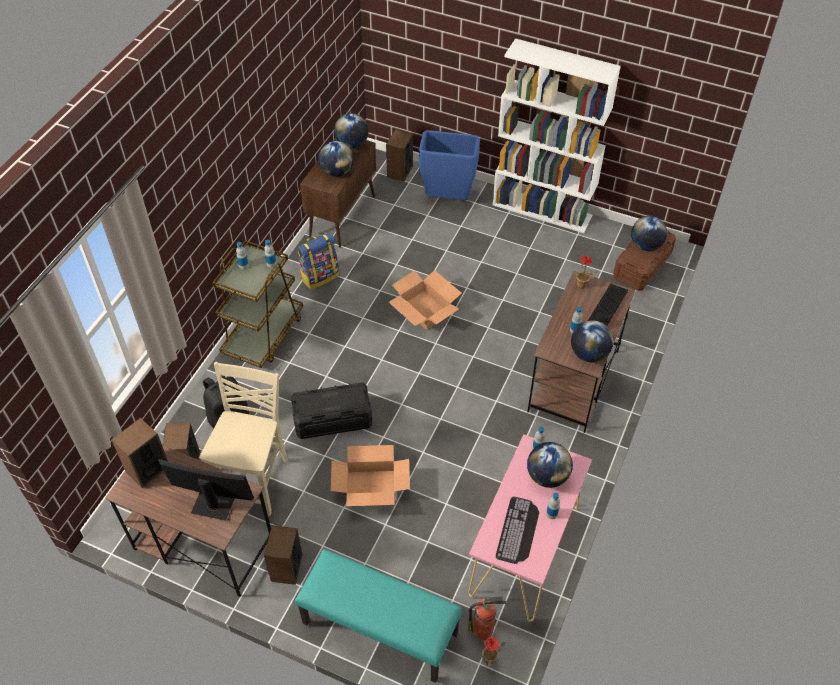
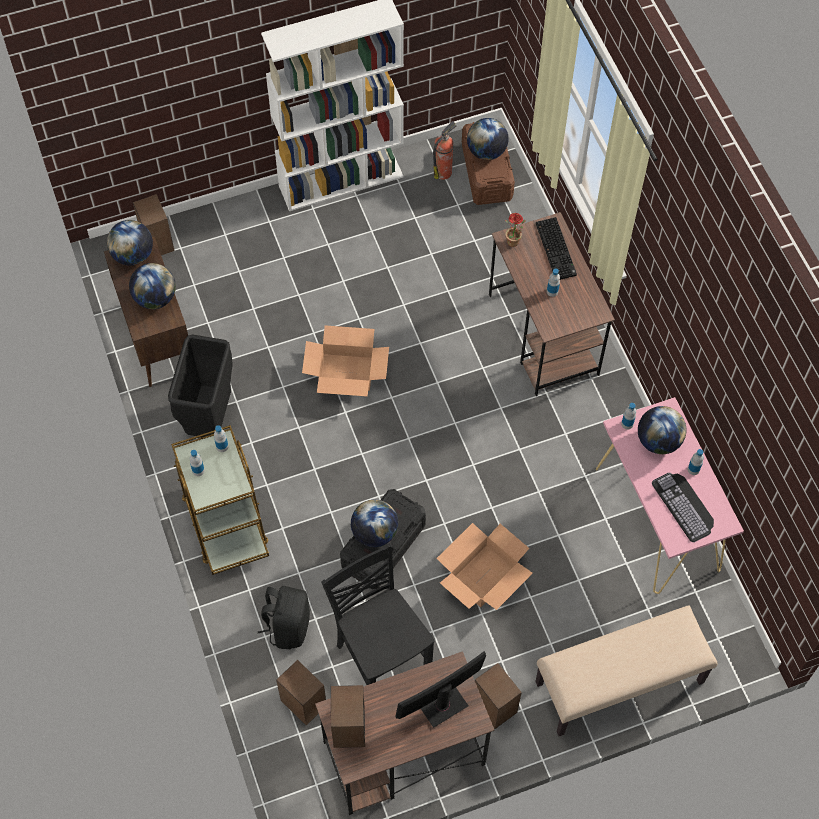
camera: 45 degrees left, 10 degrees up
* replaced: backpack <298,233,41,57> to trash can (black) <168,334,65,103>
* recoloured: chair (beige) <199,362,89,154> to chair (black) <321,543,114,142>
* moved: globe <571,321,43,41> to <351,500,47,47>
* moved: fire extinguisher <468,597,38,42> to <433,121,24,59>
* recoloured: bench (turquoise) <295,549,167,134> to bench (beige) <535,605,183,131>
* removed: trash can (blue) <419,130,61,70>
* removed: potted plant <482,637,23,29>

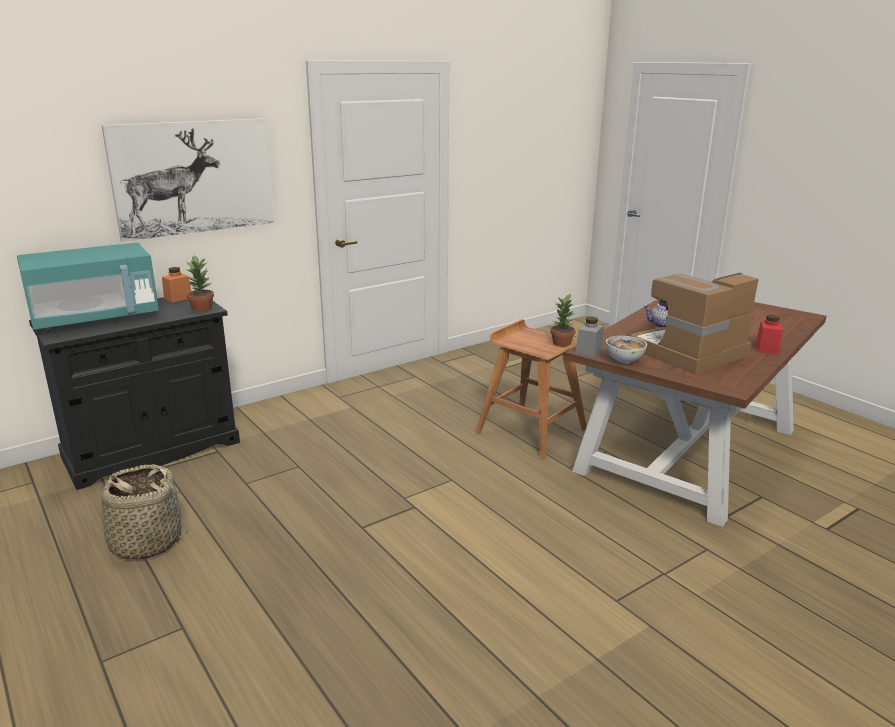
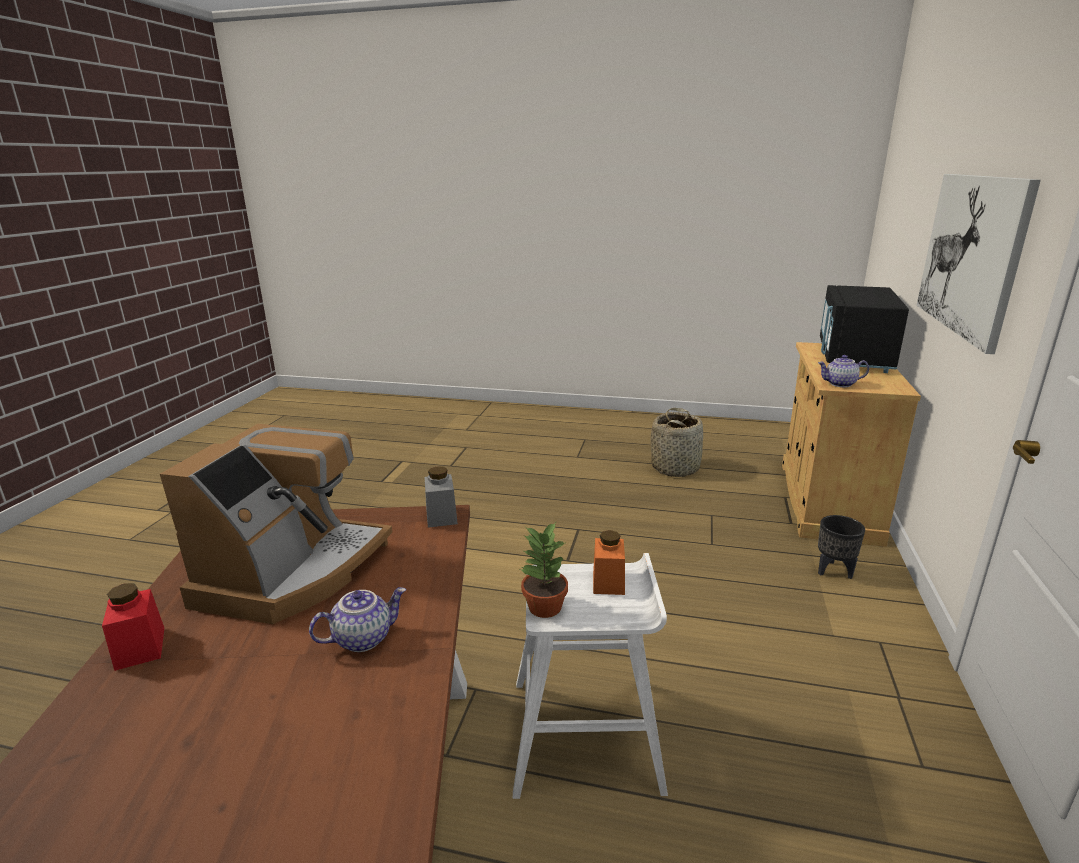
camera: 140 degrees right, 0 degrees up
* recoloured: stool (brown) <475,319,112,141> to stool (white) <513,553,155,246>
* moved: jar (orange) <162,267,29,36> to <593,530,32,65>
* recoloured: cabinet (black) <29,297,211,193> to cabinet (beige) <782,342,139,205>
* replaced: potted plant <185,255,29,56> to teapot <818,355,51,32>
* added: planter (black) <818,515,47,64>
* recoloured: microwave (turquoise) <17,243,142,87> to microwave (black) <820,285,89,88>
* removed: bowl <606,336,41,28>

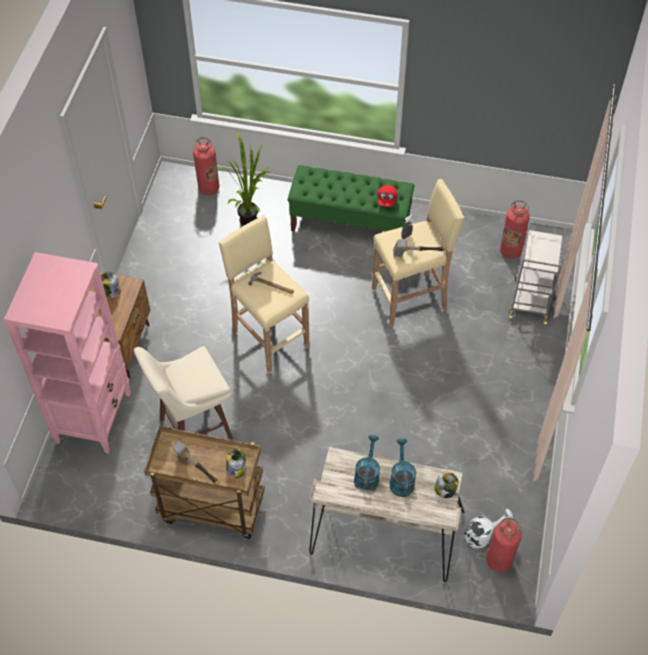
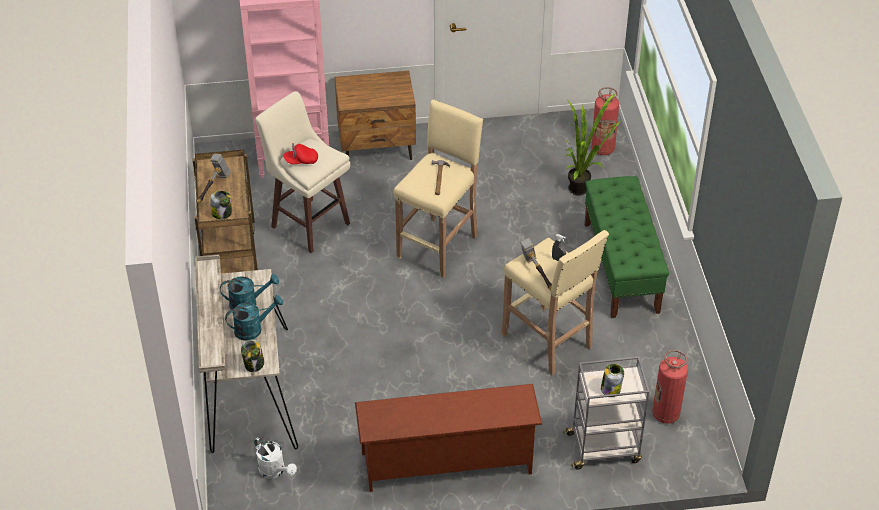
camera: 70 degrees right, 10 degrees down
* moved: cap (red) <377,185,21,22> to <283,143,35,21>
* added: shoe rack (brown) <355,384,187,108>
* moved: jar <101,272,20,26> to <601,364,23,33>
* removed: fire extinguisher <486,518,36,54>

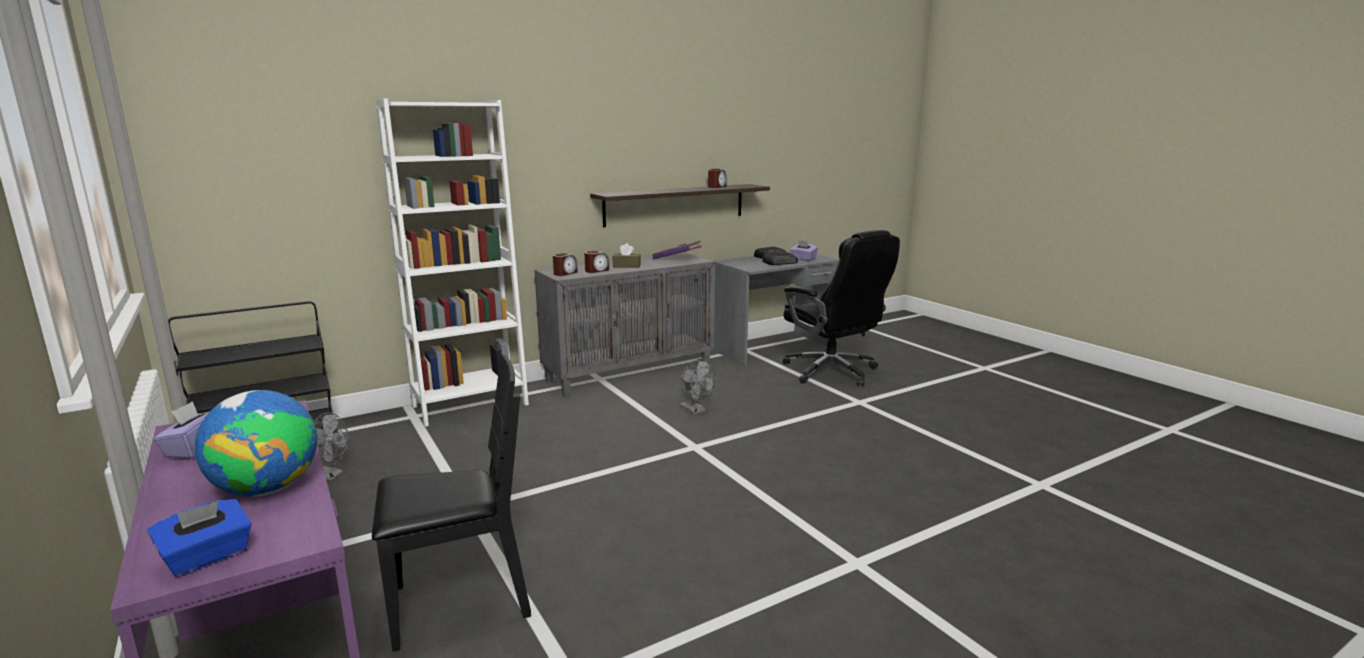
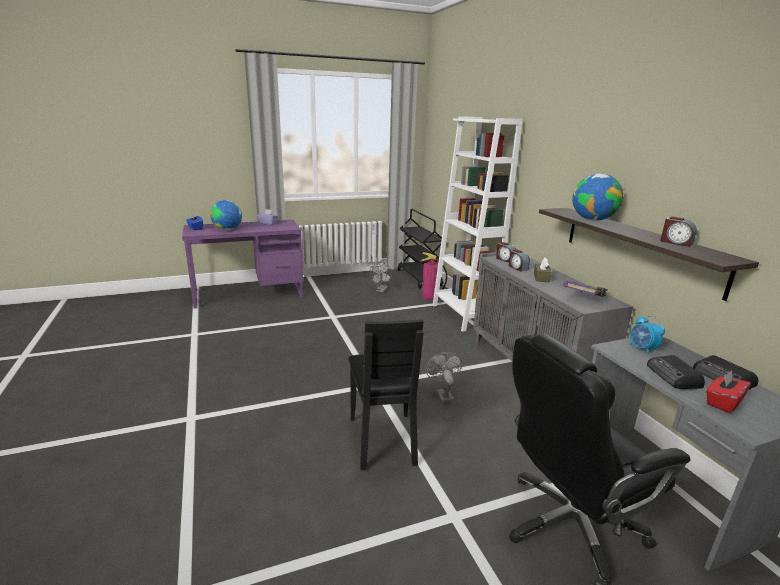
camera: 100 degrees right, 5 degrees up
* moved: chair (black) <372,355,159,297> to <348,319,76,151>
* added: fire extinguisher <421,252,26,48>
* turned: fan (grey) <680,359,36,56> = <426,352,36,51> 105 degrees clockwise
* added: globe <572,173,51,48>
* added: alarm clock <629,316,36,39>
* recoloured: tissue box (purple) <790,240,28,21> to tissue box (red) <706,370,45,43>

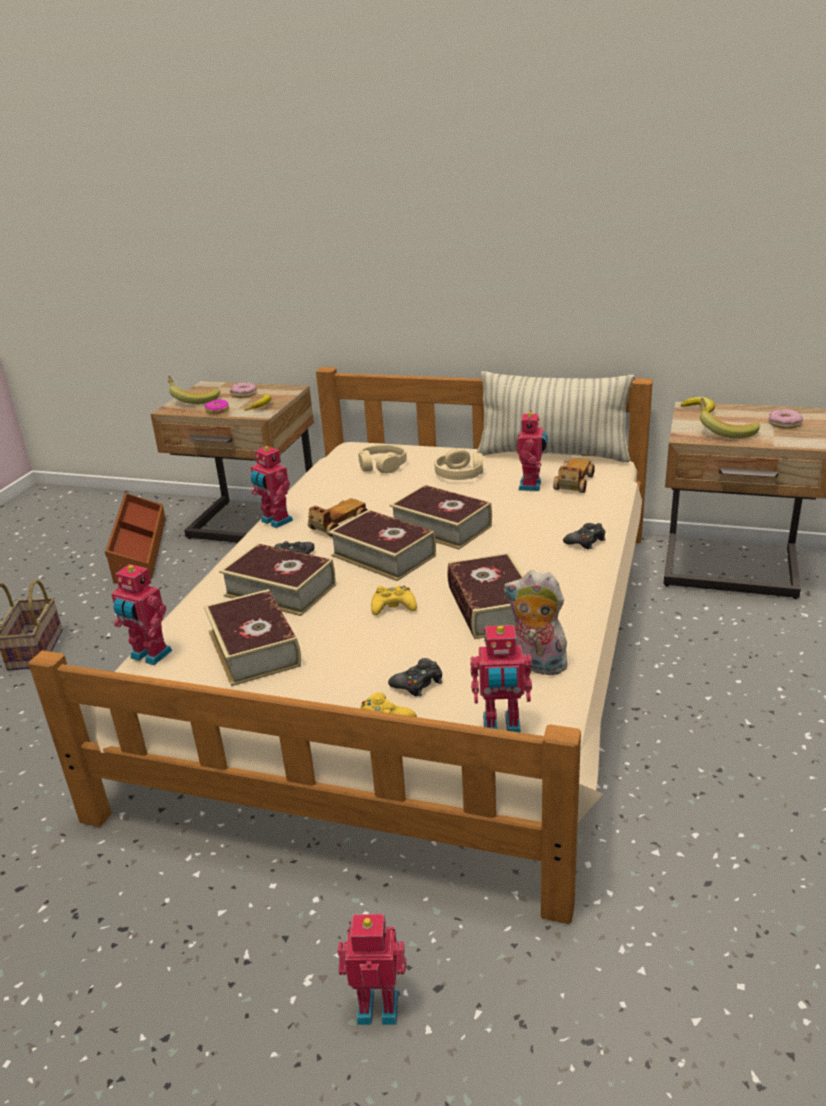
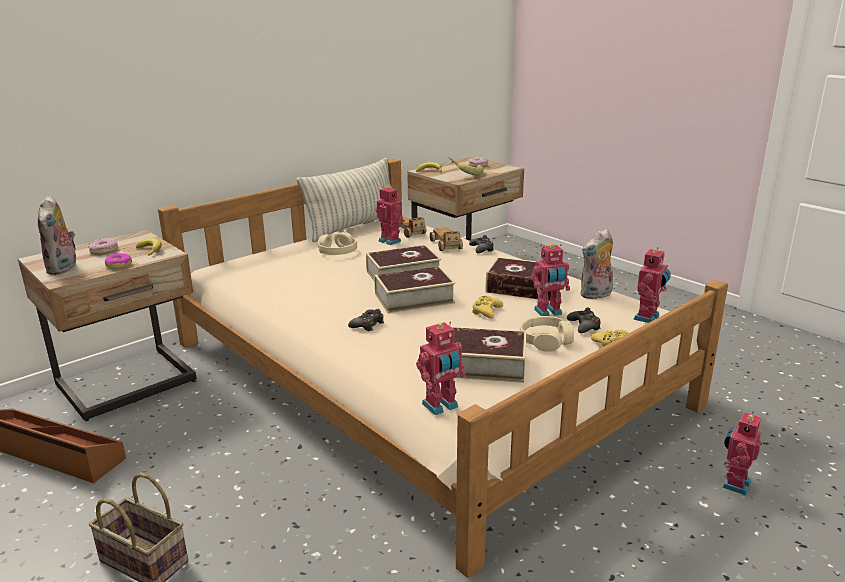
camera: 60 degrees left, 5 degrees down
* replaced: banana <168,376,52,28> to plush toy <38,195,38,80>
* moved: toy car <308,498,60,39> to <430,228,33,23>
* moved: headphones (beige) <359,444,48,29> to <520,316,54,36>
* moved: toy robot <251,445,42,83> to <531,244,39,72>
* removed: book <219,543,117,73>

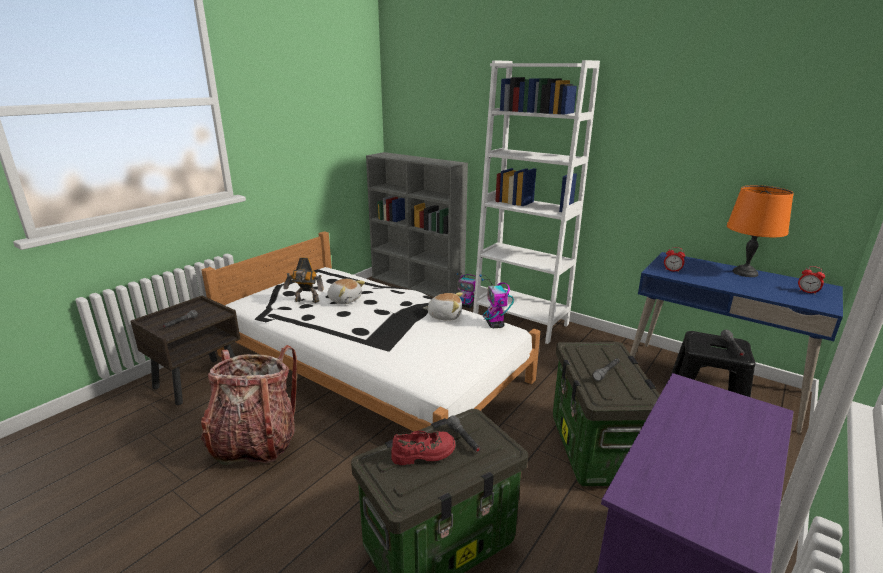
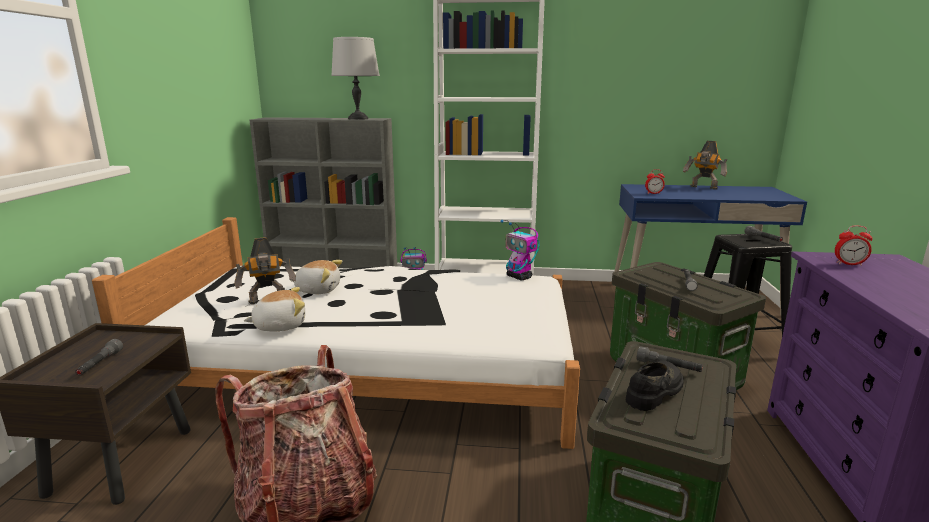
camera: 30 degrees left, 5 degrees down
* moved: plush toy <423,292,40,29> to <244,287,61,44>
* added: table lamp (grey) <331,37,49,83>
* recoloured: shoe (red) <391,431,64,34> to shoe (black) <625,360,59,51>
* replaced: table lamp (orange) <727,185,67,92> to toy robot <683,141,44,49>
* moved: alarm clock <798,266,27,29> to <835,226,38,40>

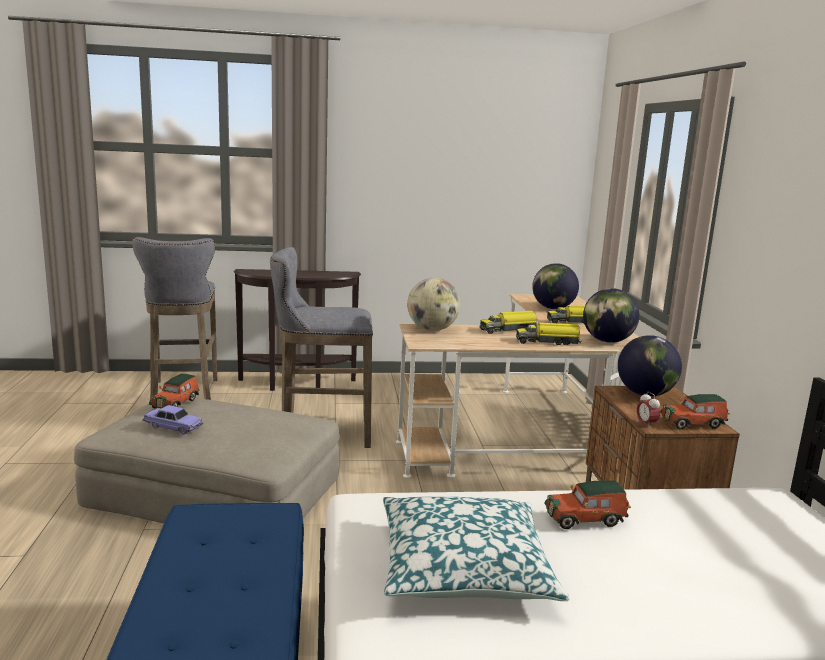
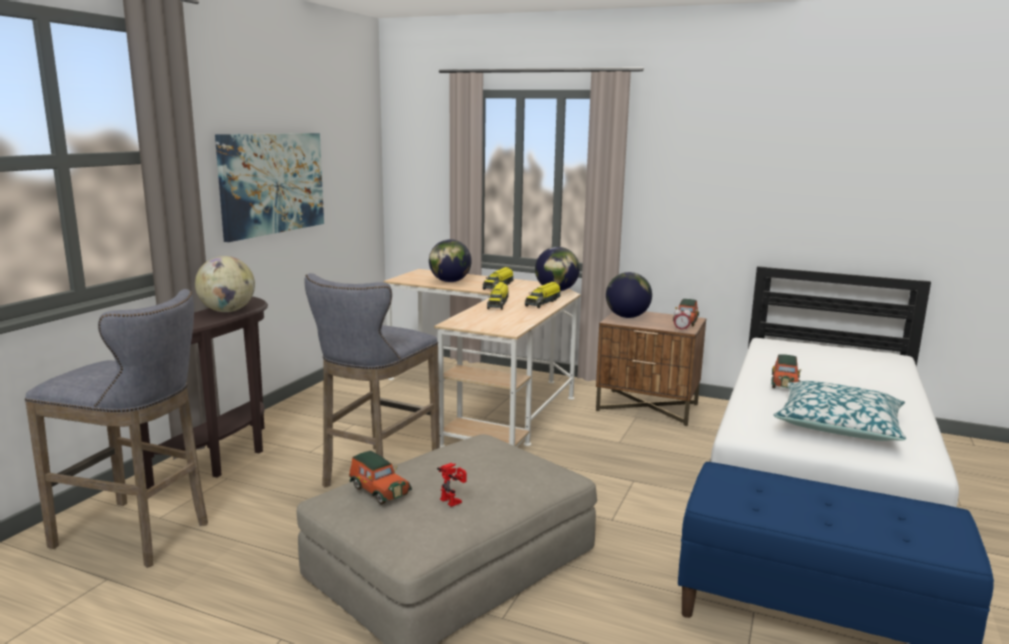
camera: 60 degrees left, 0 degrees up
* moved: globe <407,278,54,53> to <195,256,60,56>
* added: picture <215,133,109,109>
* replaced: toy car <142,405,61,29> to toy robot <437,463,29,44>

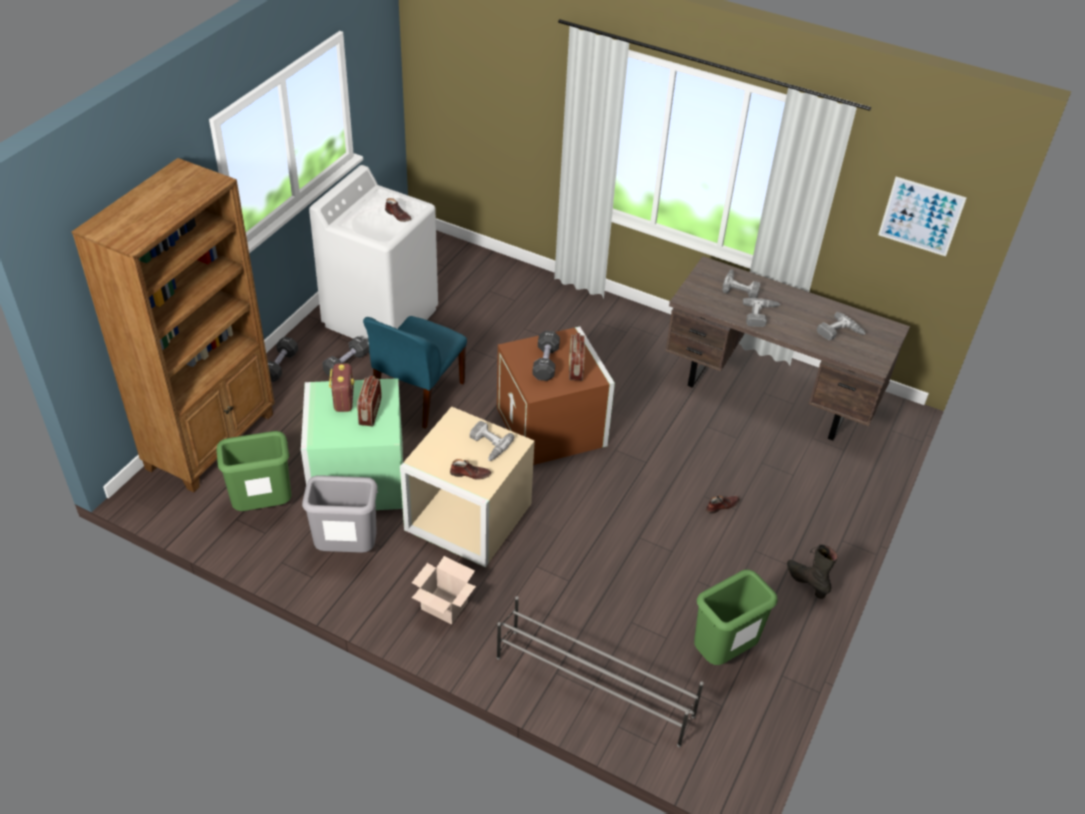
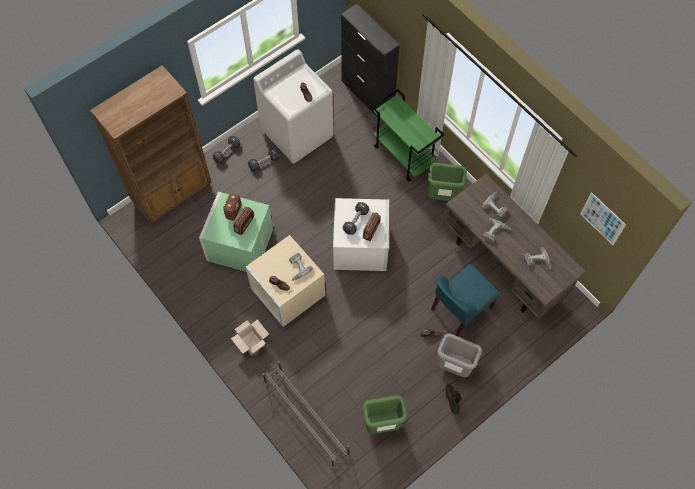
camera: 25 degrees right, 20 degrees up
* recoloured: storage box (brown) <497,327,118,138> to storage box (white) <333,198,56,73>
* added: cabinet (black) <341,4,59,113>
* added: cart (green) <372,89,72,93>
* moved: trash can (green) <216,431,75,80> to <428,163,39,38>
* moved: chair (blue) <363,316,104,113> to <431,264,69,73>
* moved: trash can (grey) <302,475,76,78> to <437,333,45,44>

